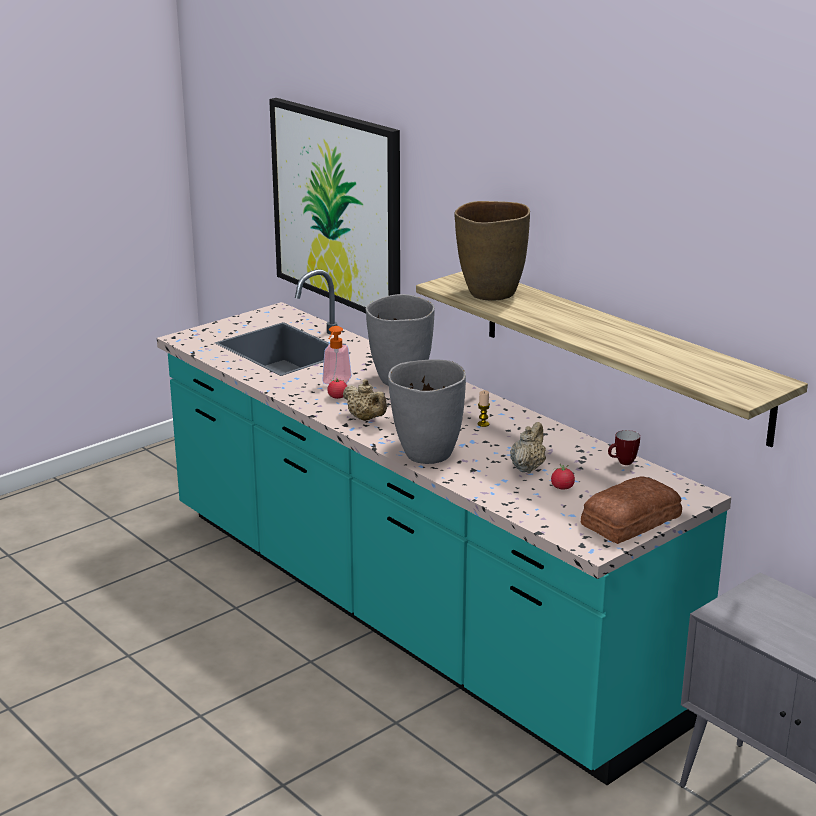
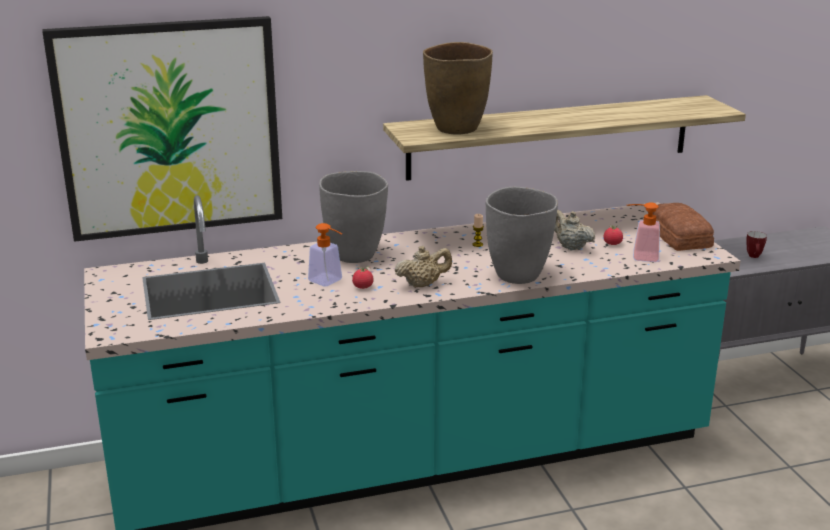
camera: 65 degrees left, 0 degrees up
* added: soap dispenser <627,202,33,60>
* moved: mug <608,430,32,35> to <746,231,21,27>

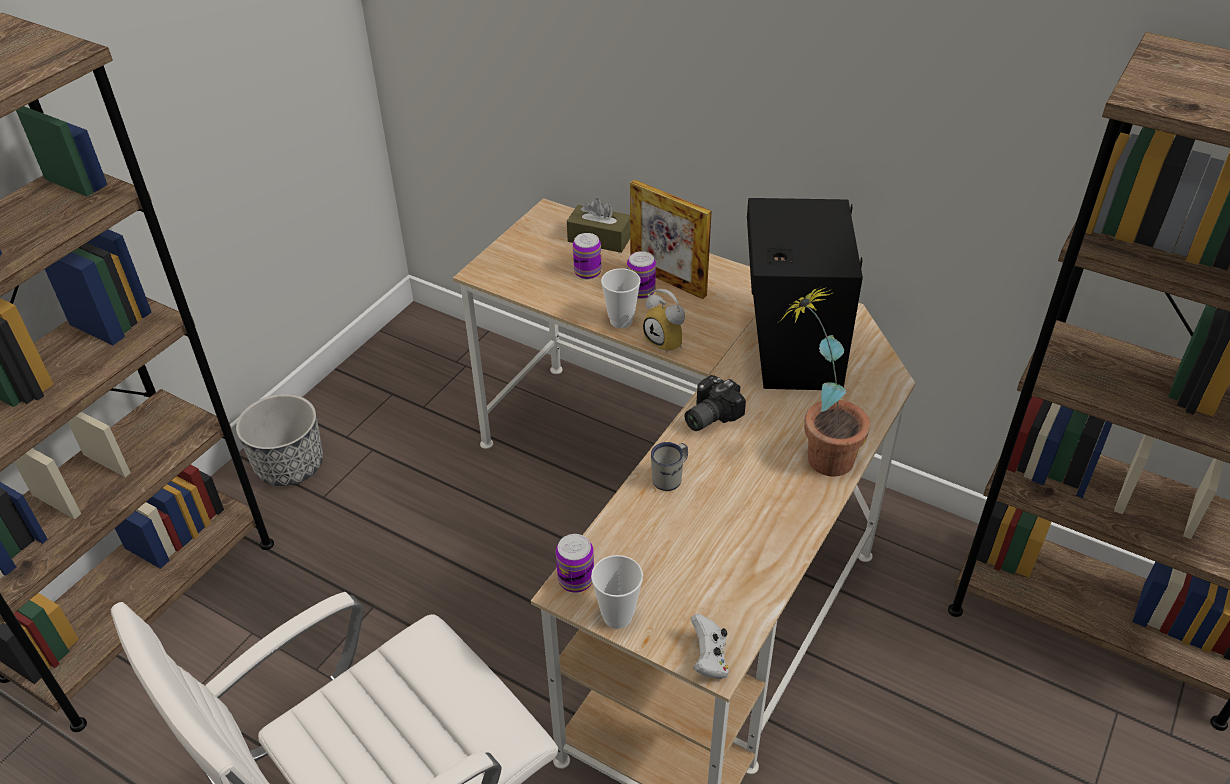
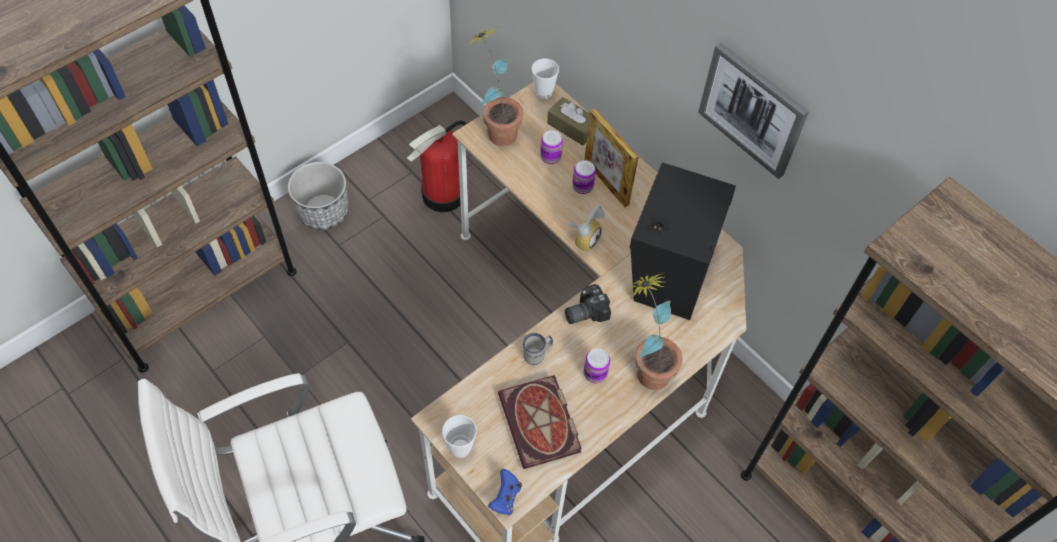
camera: 15 degrees right, 15 degrees up
* added: fire extinguisher <407,121,60,91>
* added: potted plant <466,27,57,119>
* recoloured: game controller (white) <691,614,38,65> to game controller (blue) <488,469,34,46>
* added: book <498,375,84,94>
* moved: cup <601,268,40,60> to <532,59,27,41>
* turned: alarm clock <643,289,42,65> = <568,205,37,47> 120 degrees counterclockwise
* moved: can <556,534,38,59> to <584,348,26,36>
* added: picture <698,42,111,137>

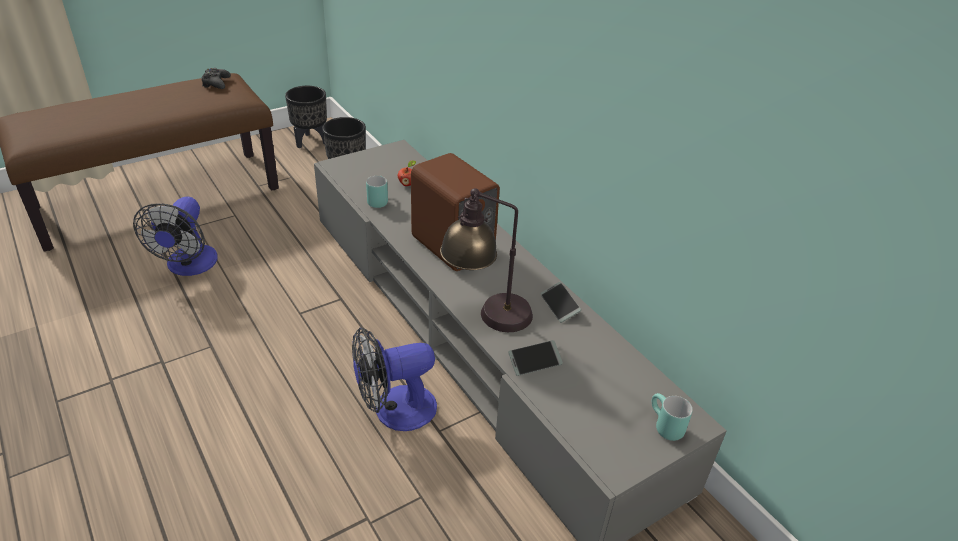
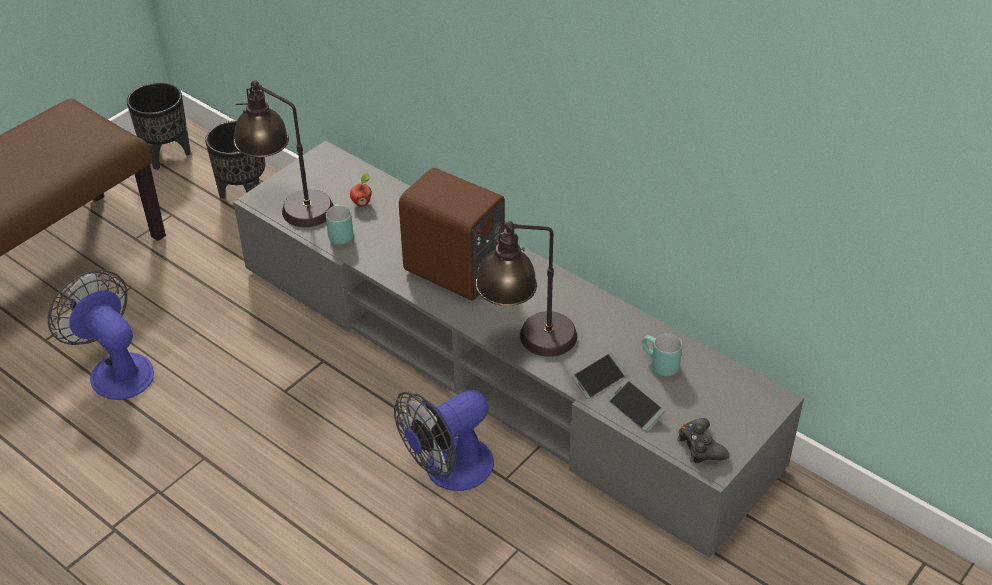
camera: 15 degrees left, 5 degrees up
* turned: fan <133,197,85,79> = <48,270,106,130> 150 degrees clockwise
* added: table lamp <234,80,100,147>
* moved: phone <540,282,41,41> to <608,380,57,51>
* moved: mug (turquoise) <652,393,41,48> to <642,333,40,43>
* moved: game controller (black) <202,68,29,21> to <677,418,53,45>

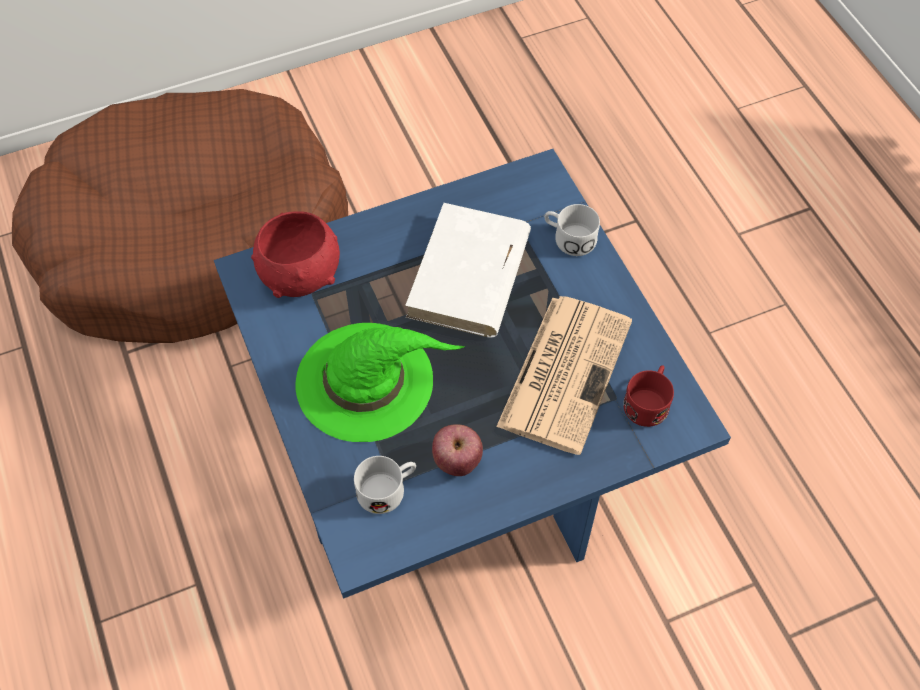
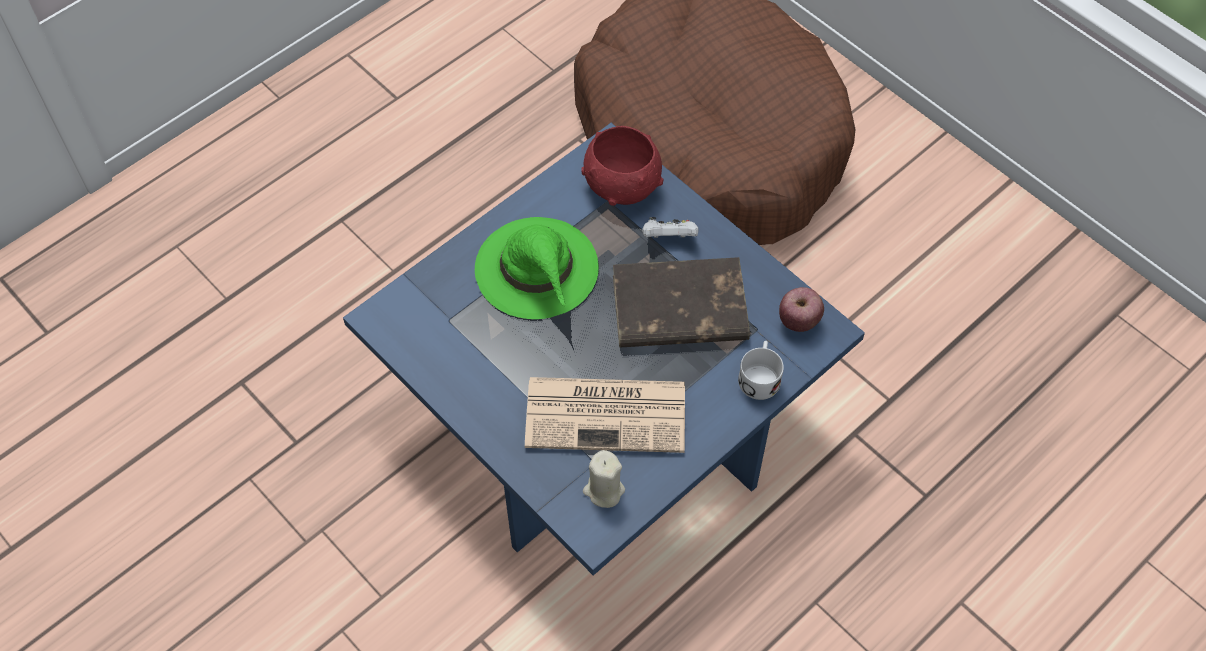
camera: 70 degrees right, 0 degrees up
* replaced: mug (red) <623,365,51,62> to candle (beige) <583,450,42,58>
* recoloured: book (white) <405,203,126,135> to book (brown) <613,257,137,90>
* added: game controller (white) <642,217,57,21>
* moved: apple <432,424,51,52> to <779,287,45,45>
* removed: mug (white) <354,456,62,58>

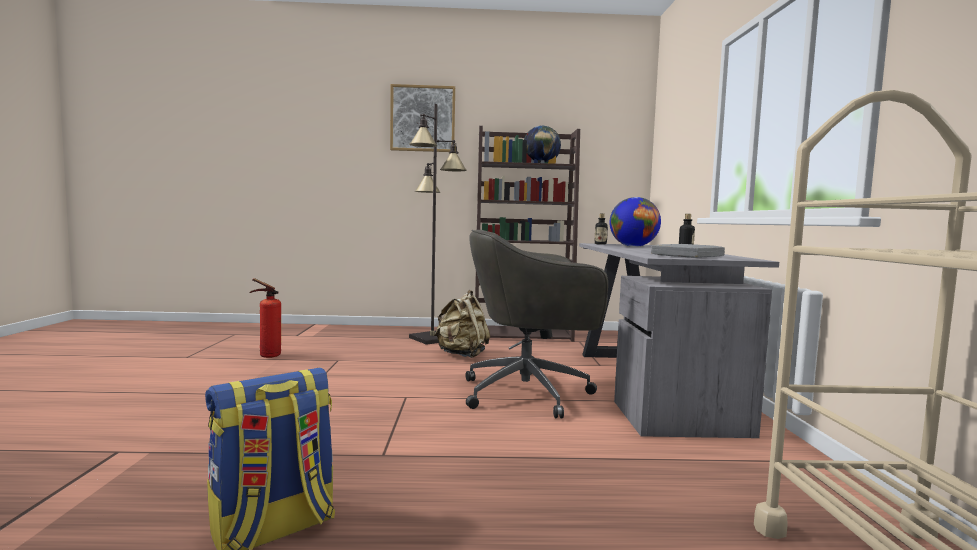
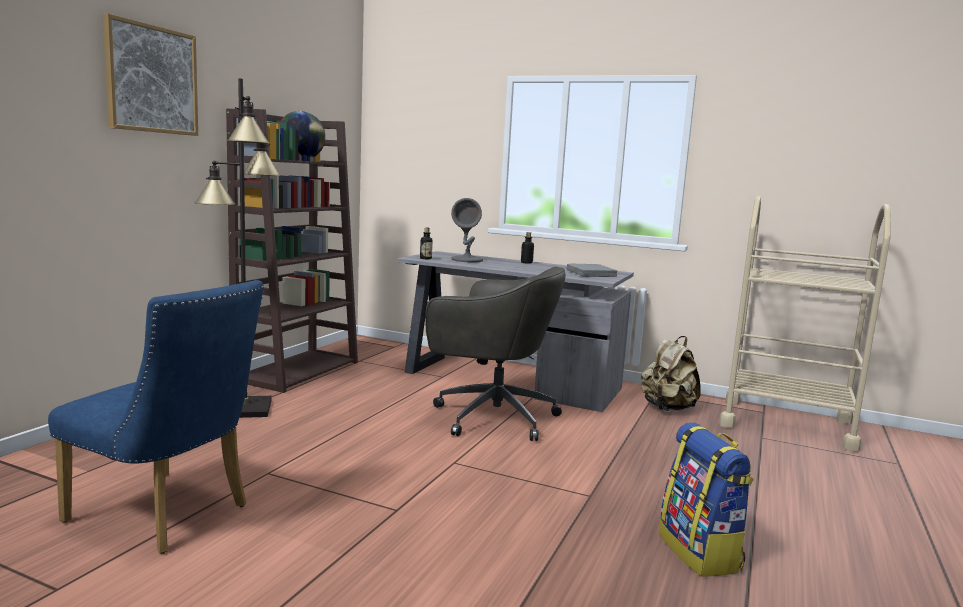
camera: 65 degrees left, 5 degrees up
* replaced: fire extinguisher <250,278,31,80> to chair (blue) <48,280,216,274>
* turned: office chair (grey) <466,230,142,188> = <425,266,141,175> 90 degrees counterclockwise
* replaced: globe <609,197,52,50> to table lamp (grey) <451,198,32,64>
* moved: backpack (beige) <434,290,56,68> to <641,336,60,75>

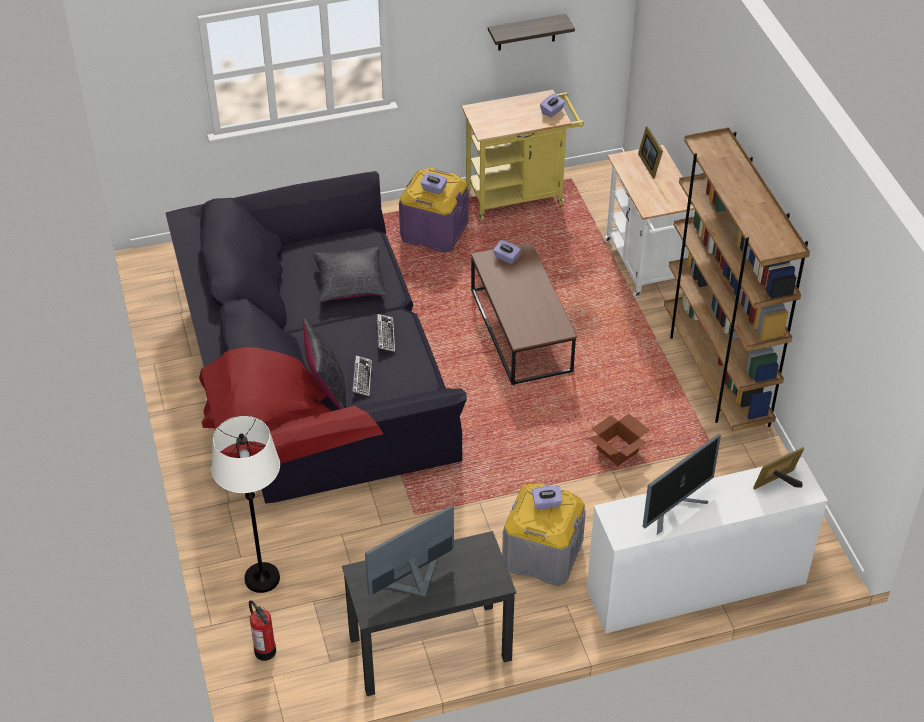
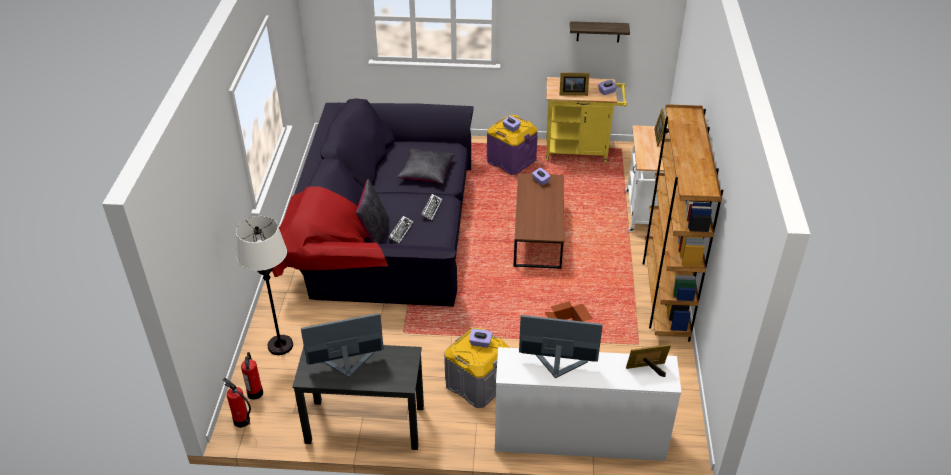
camera: 20 degrees right, 5 degrees down
* added: fire extinguisher <223,378,28,50>
* turned: monitor <642,433,79,102> = <519,315,84,64> 150 degrees counterclockwise
* added: picture frame <559,73,30,23>

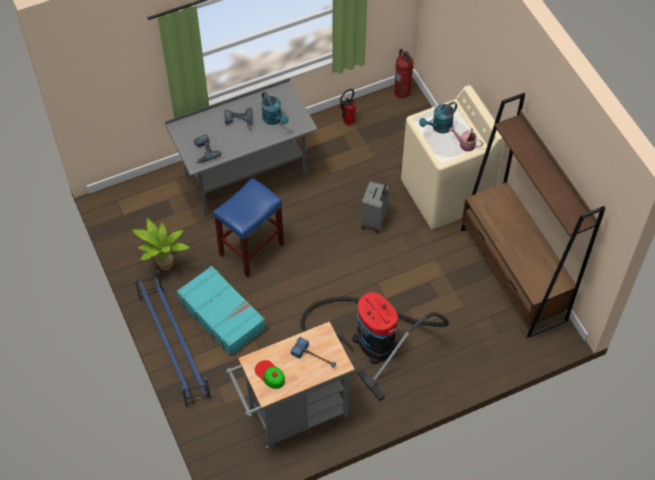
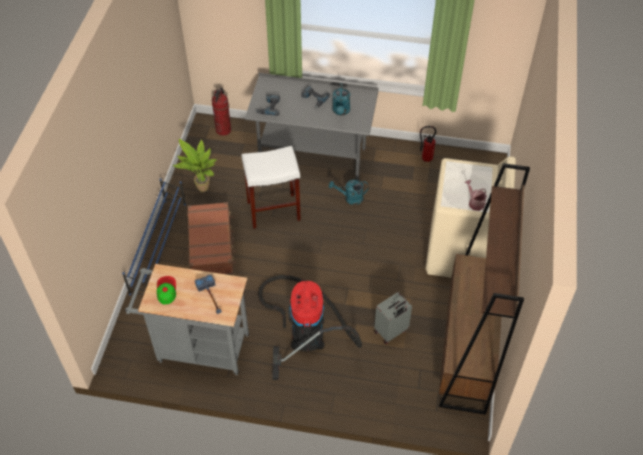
camera: 35 degrees right, 5 degrees down
* recoloured: suitcase (turquoise) <177,266,89,90> to suitcase (brown) <187,202,49,72>
* moved: fire extinguisher <394,49,19,49> to <212,88,19,48>
* recoloured: stool (blue) <213,178,71,99> to stool (white) <241,146,60,83>
* moved: watering can (turquoise) <419,101,38,32> to <329,180,40,25>
* moved: suitcase (grey) <361,181,28,52> to <374,292,38,52>

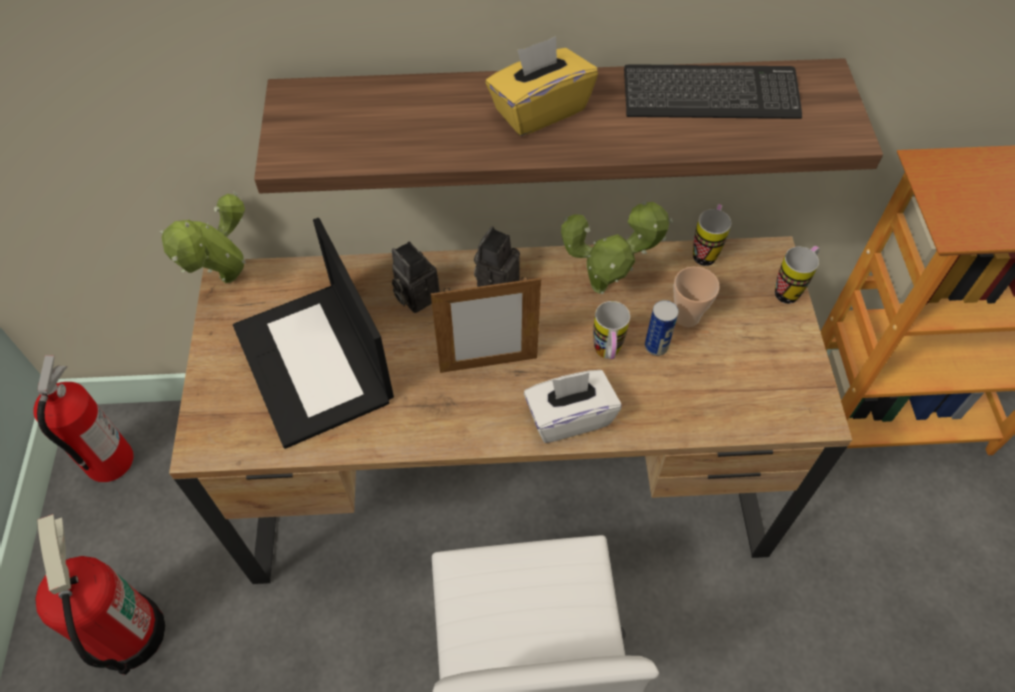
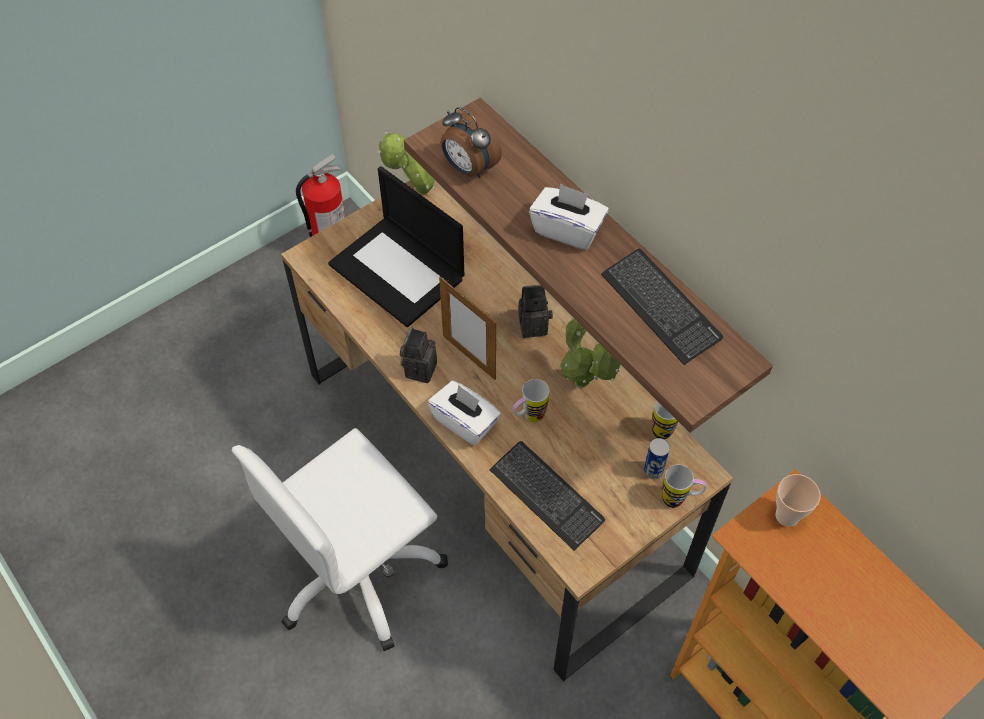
camera: 55 degrees right, 0 degrees up
* turned: laptop <233,218,161,231> = <328,166,136,161> 75 degrees counterclockwise
* moved: photo camera <392,242,48,71> to <400,327,37,56>
* added: alarm clock <441,107,61,71>
* added: keyboard <489,441,116,110>
* recoloured: tissue box (yellow) <486,36,112,100> to tissue box (white) <529,183,80,67>
* moved: can <645,300,33,56> to <644,438,26,41>
* moved: cup <673,267,47,60> to <776,474,45,53>
* removed: fire extinguisher <35,514,131,161>

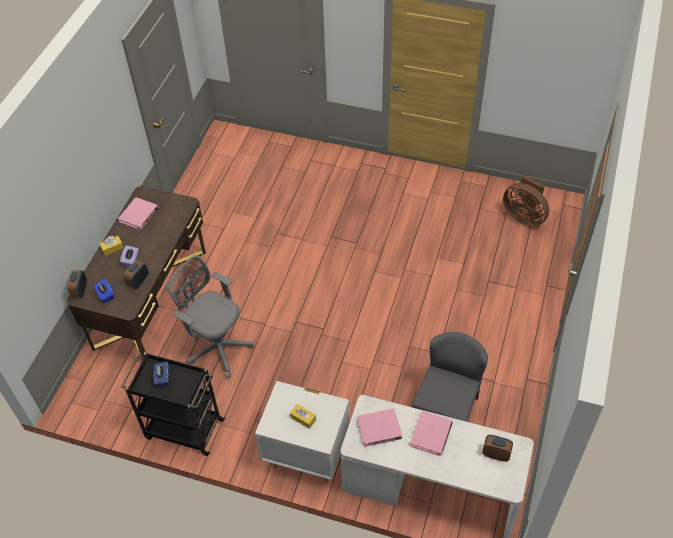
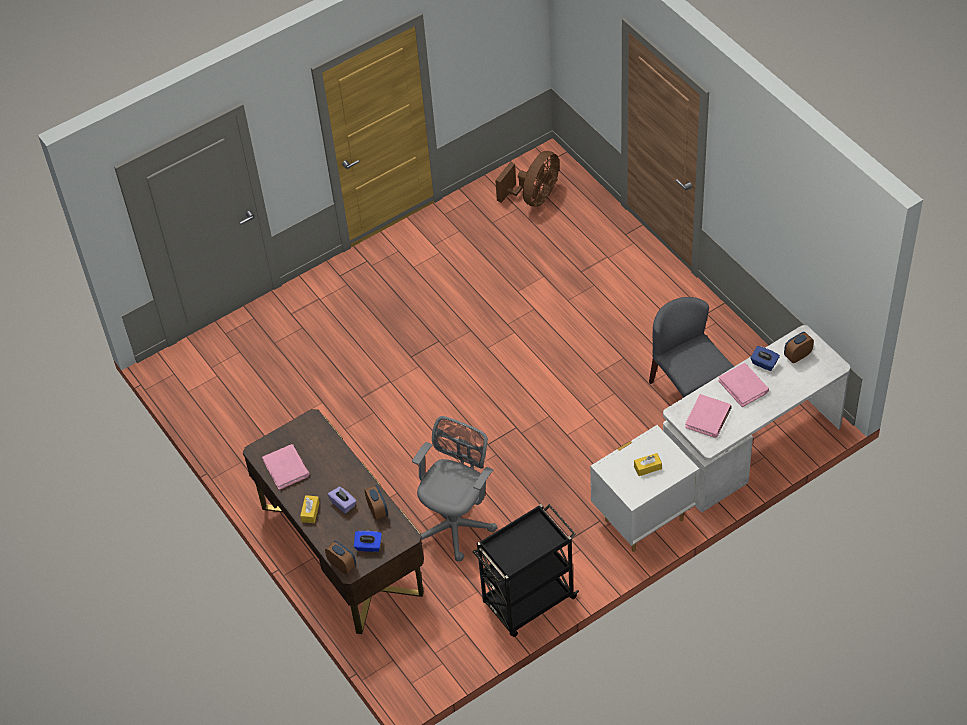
camera: 50 degrees left, 0 degrees up
* turned: office chair (grey) <166,255,88,123> = <412,416,86,146> 135 degrees clockwise
* turned: fan (brown) <503,175,46,52> = <495,151,64,56> 45 degrees counterclockwise
* moved: tissue box (blue) <153,361,16,26> to <751,346,29,25>

